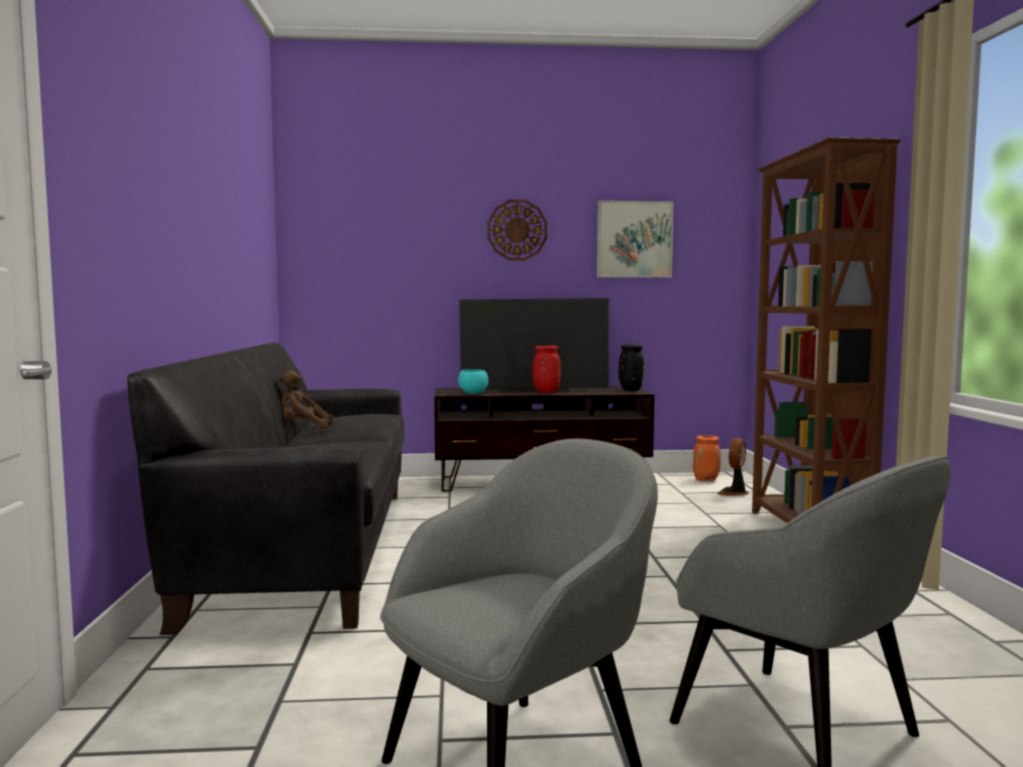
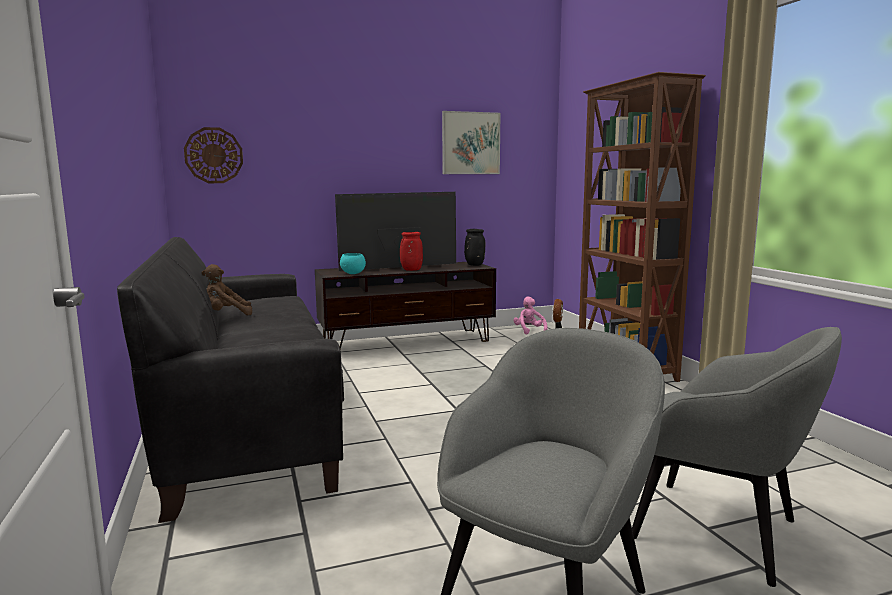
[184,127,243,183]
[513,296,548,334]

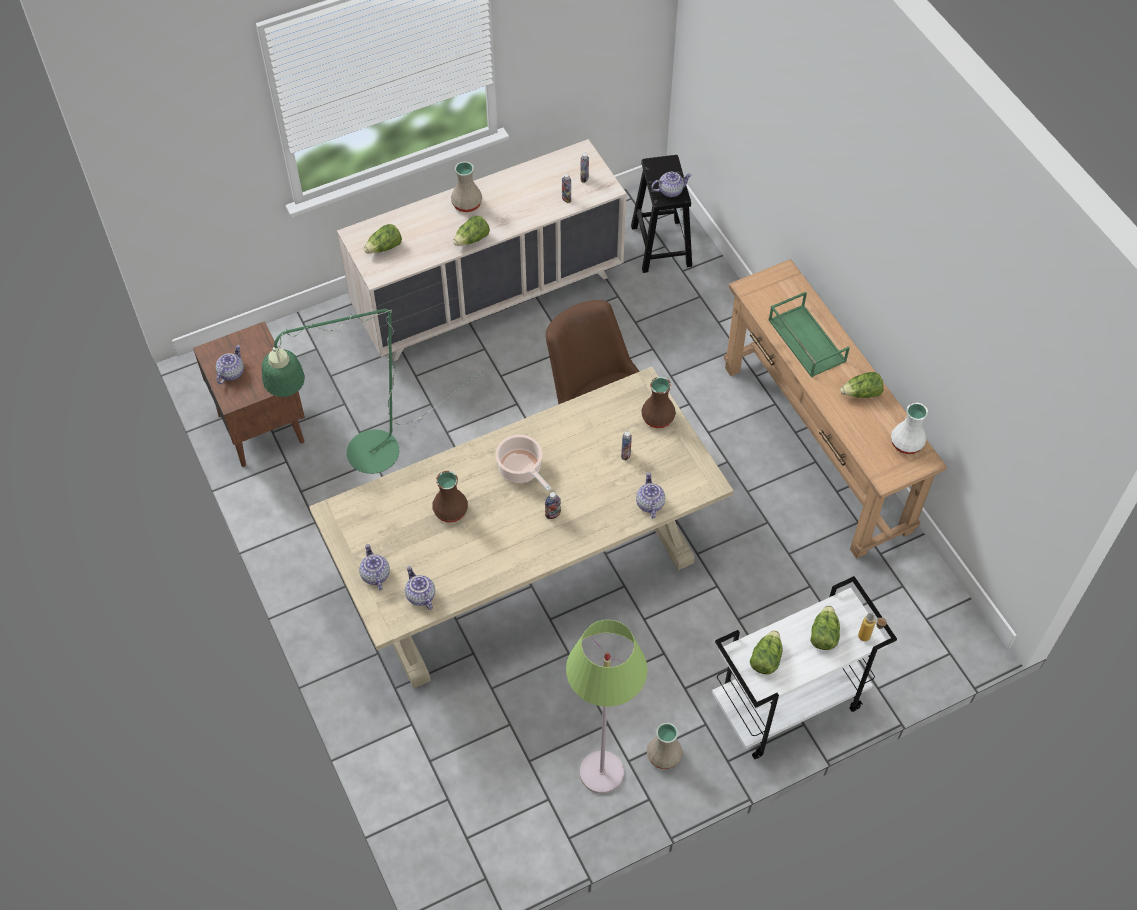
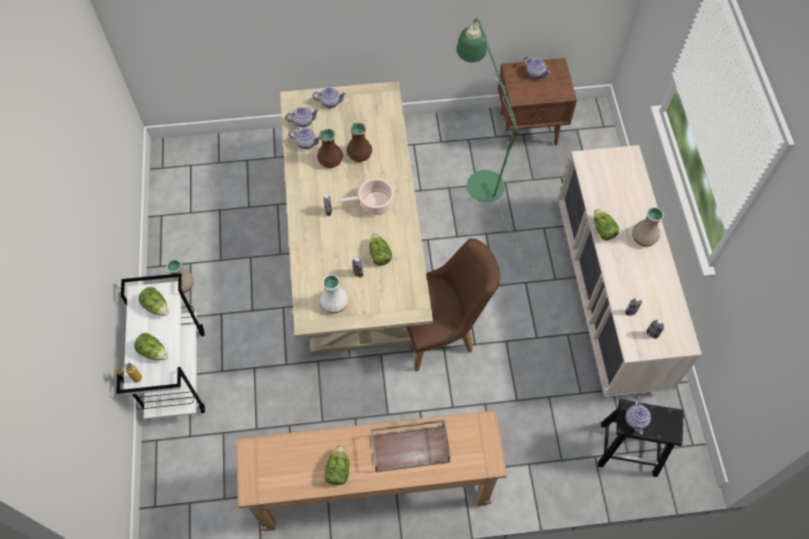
[369,234,392,266]
[566,620,648,794] (first image)
[289,128,320,149]
[317,129,343,168]
[370,420,451,472]
[320,274,348,313]

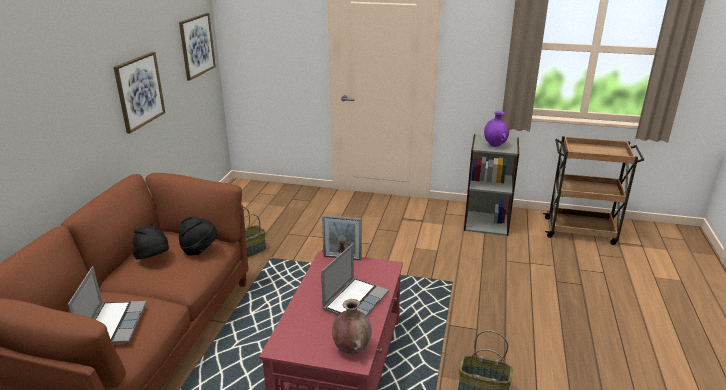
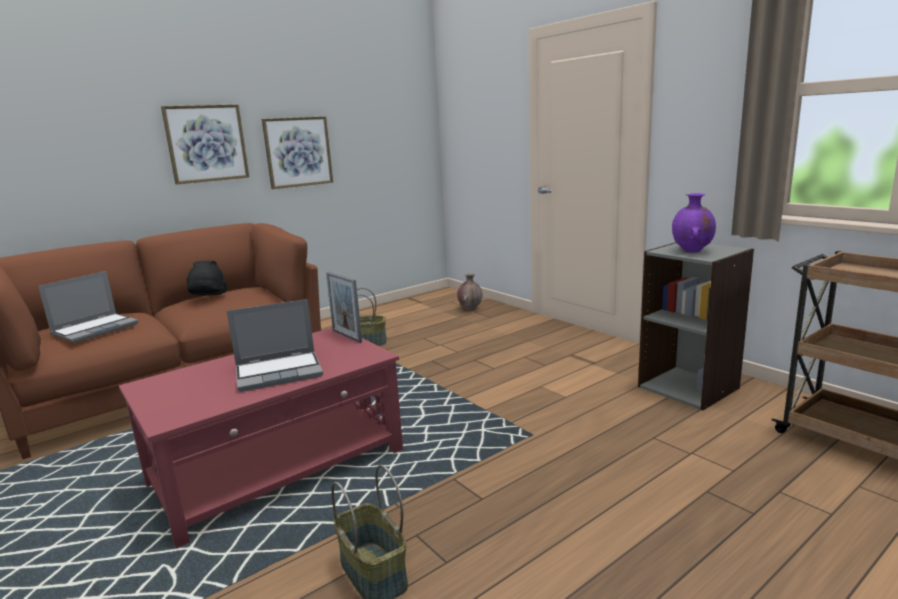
[161,104,249,184]
[179,217,217,256] (first image)
[457,273,482,310]

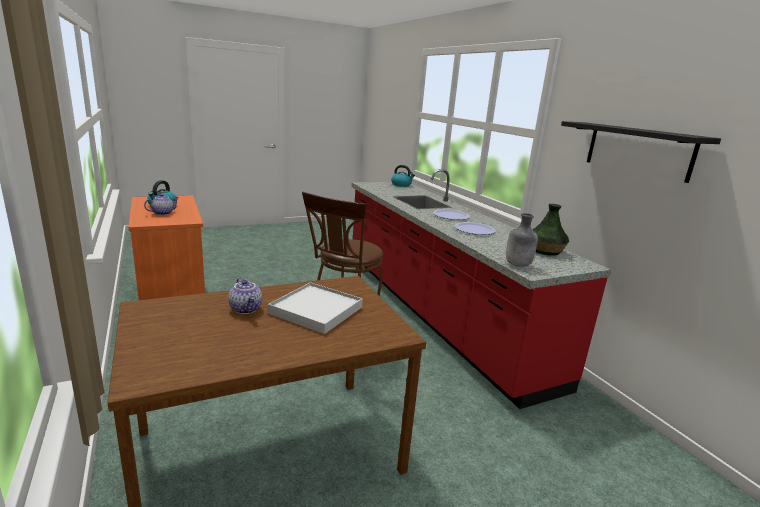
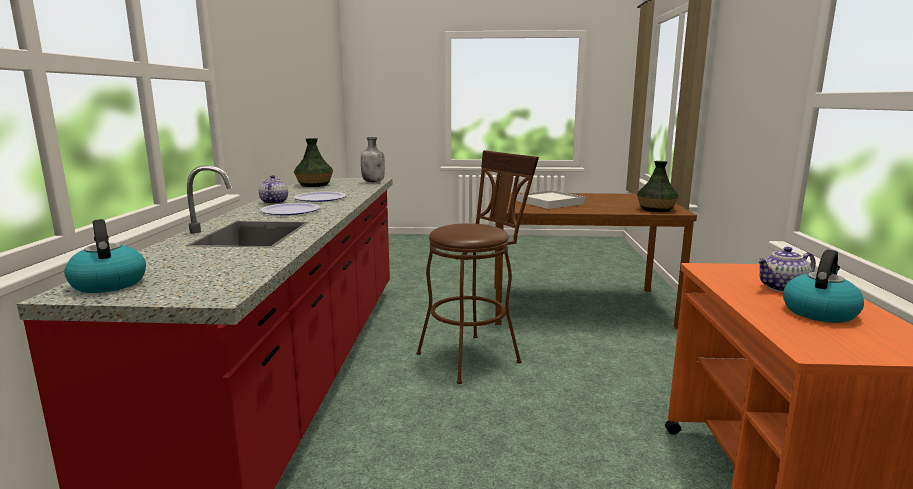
[259,175,288,204]
[561,121,721,183] (first image)
[637,161,679,212]

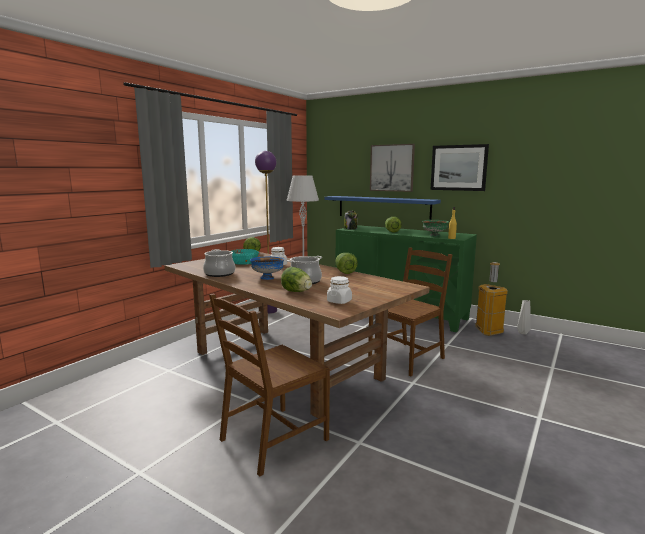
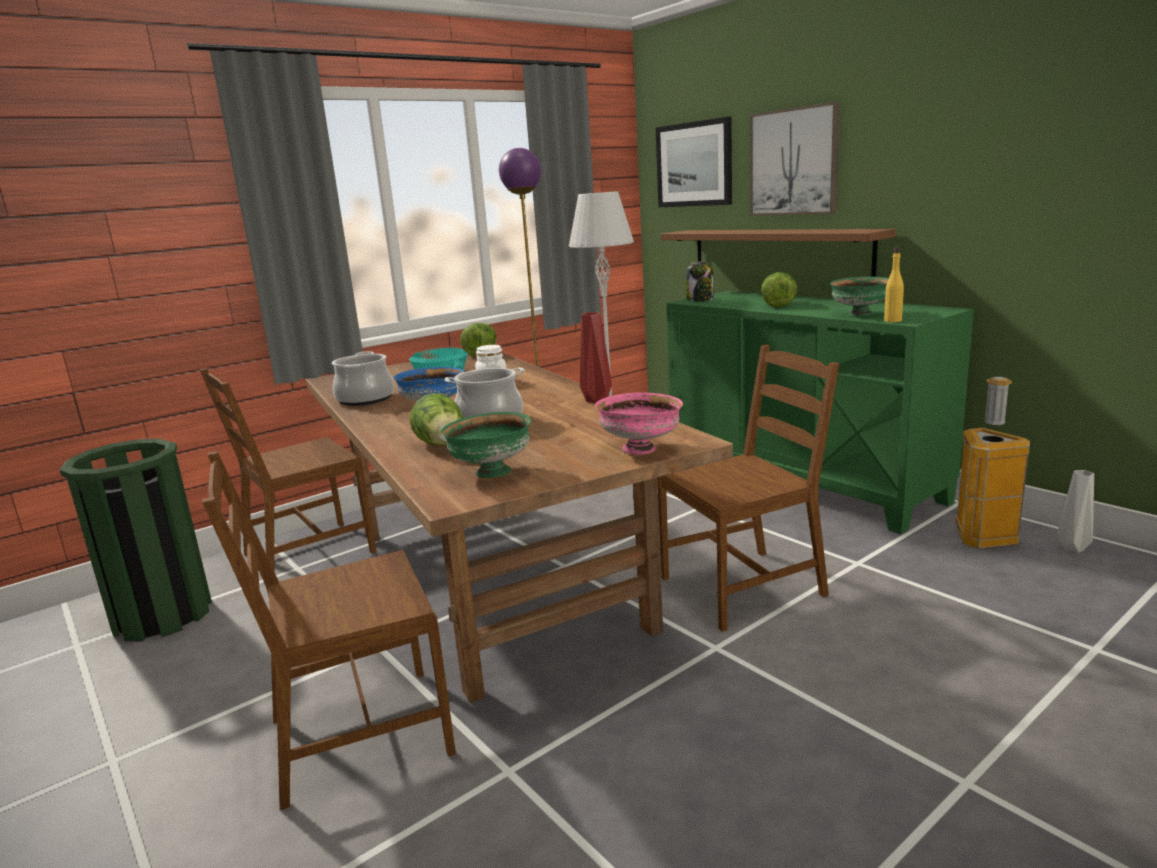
[661,229,896,277]
[441,412,531,478]
[580,312,612,403]
[656,117,732,207]
[60,439,212,641]
[200,368,376,572]
[595,393,683,455]

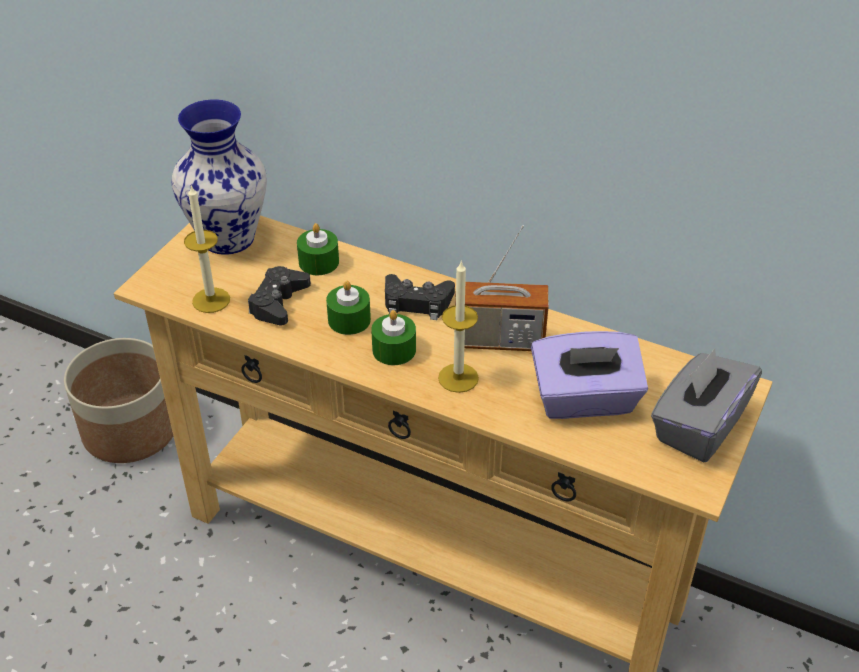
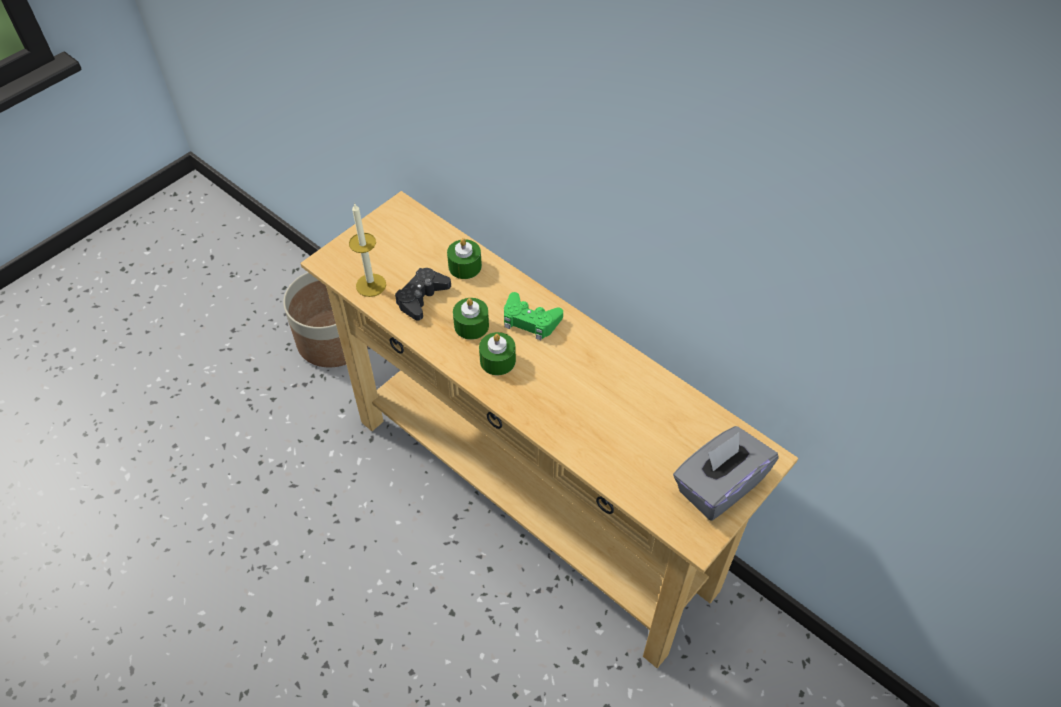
[172,99,267,255] (first image)
[504,292,563,340]
[438,260,479,393] (first image)
[455,225,548,351] (first image)
[531,331,648,419] (first image)

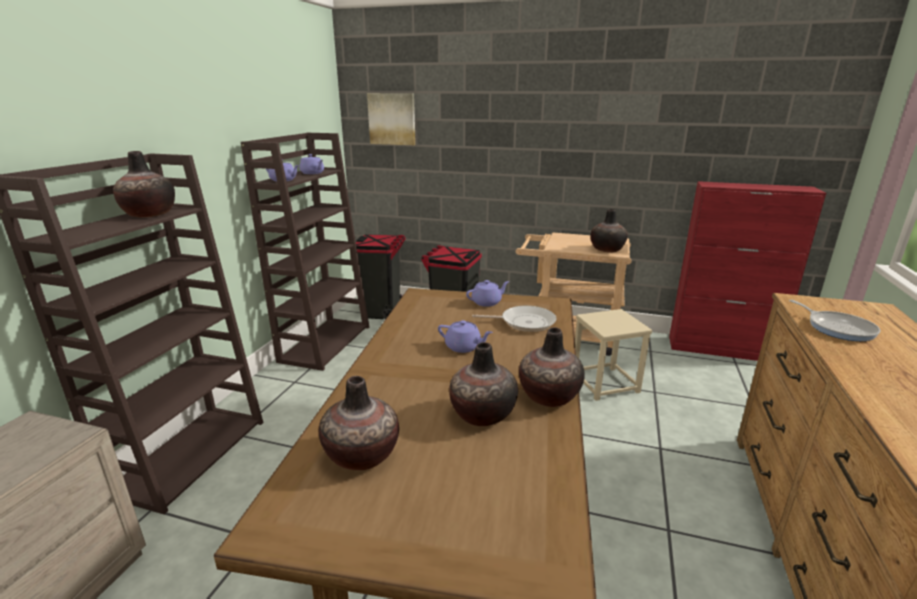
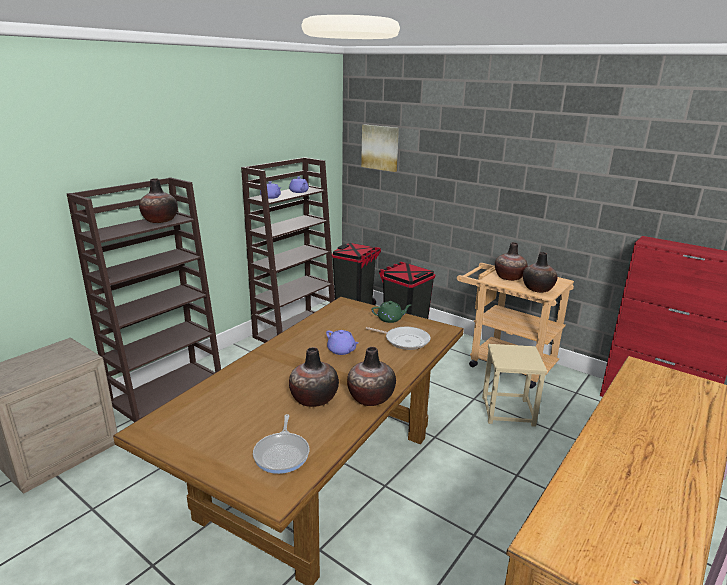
[495,242,528,281]
[372,301,411,323]
[253,414,309,474]

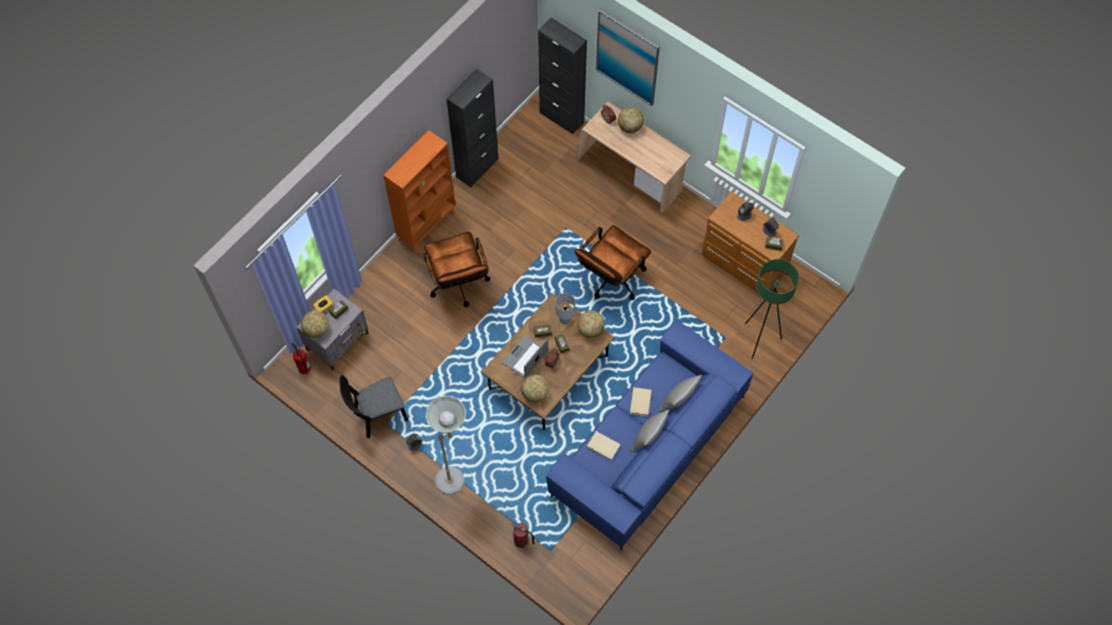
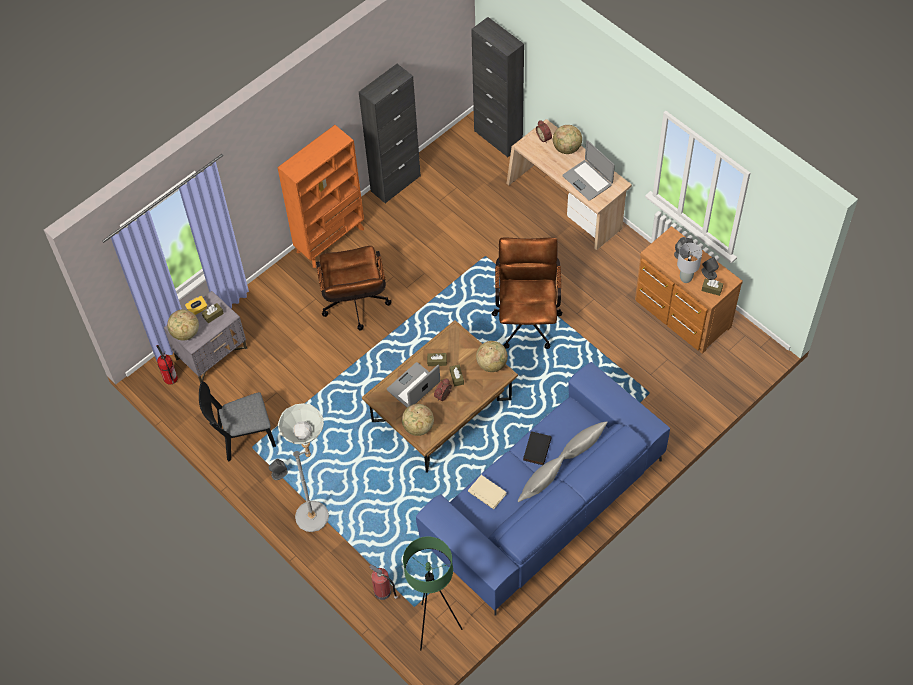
[677,243,702,283]
[491,238,562,349]
[596,9,660,106] (first image)
[523,431,552,465]
[403,536,463,651]
[562,140,615,201]

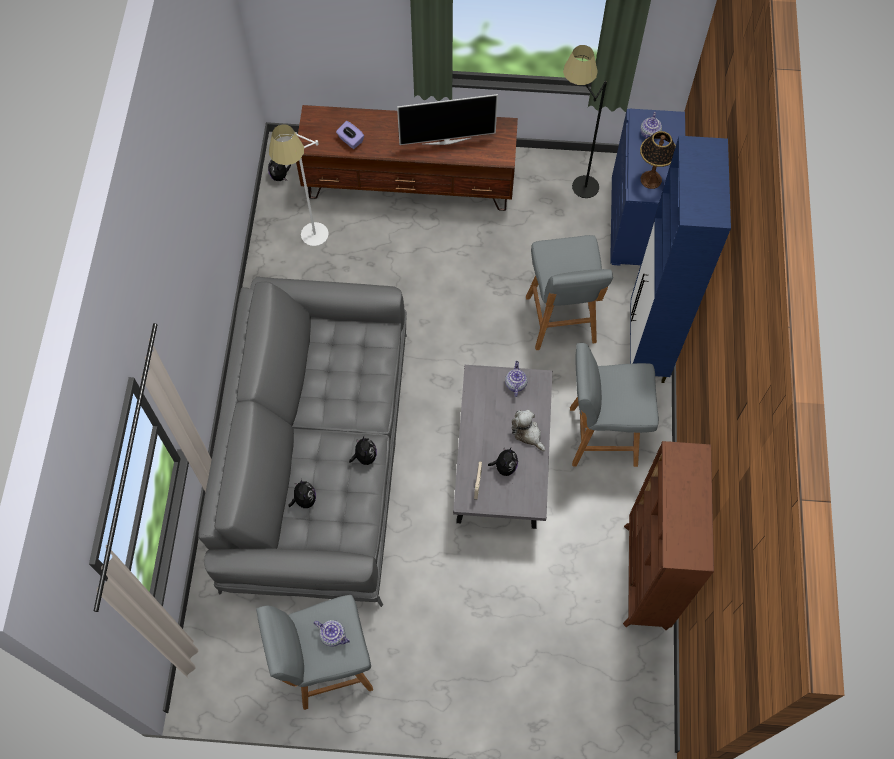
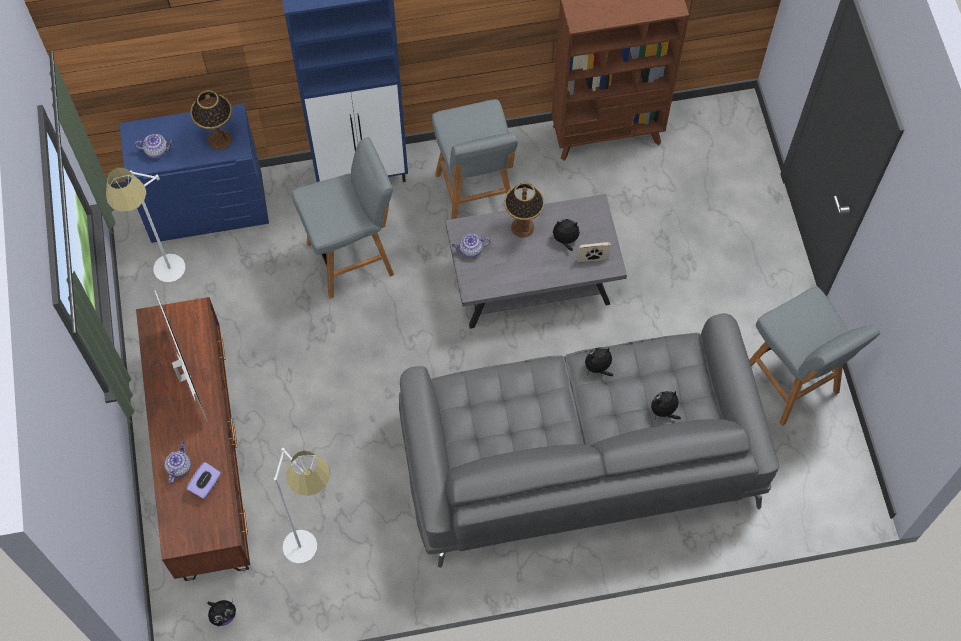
[164,442,191,484]
[504,183,544,238]
[106,168,185,282]

